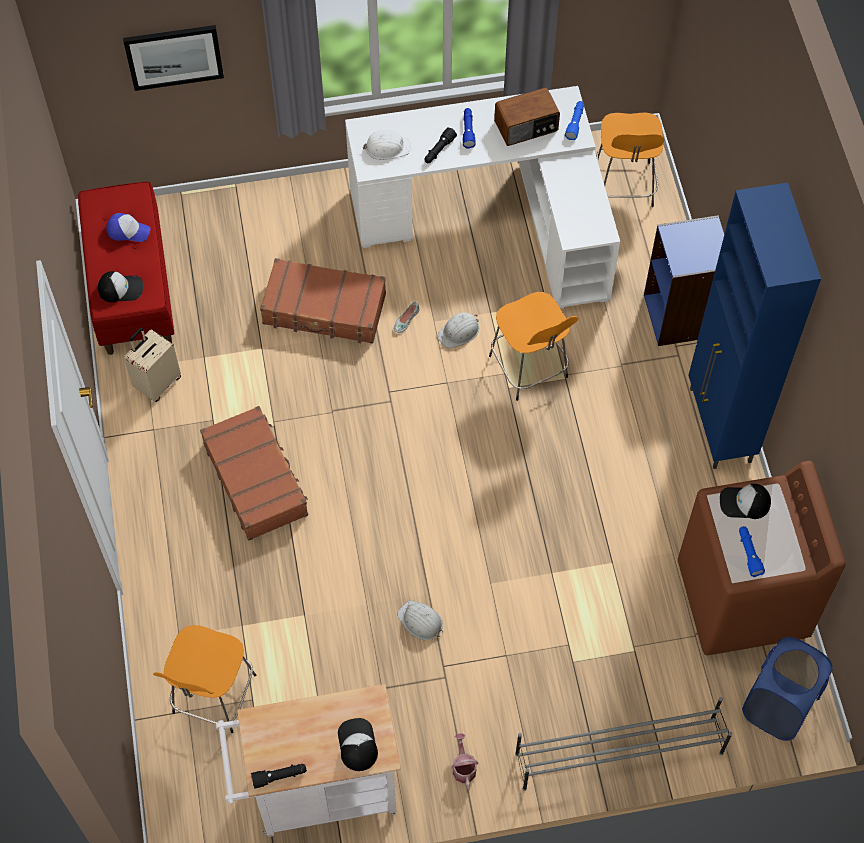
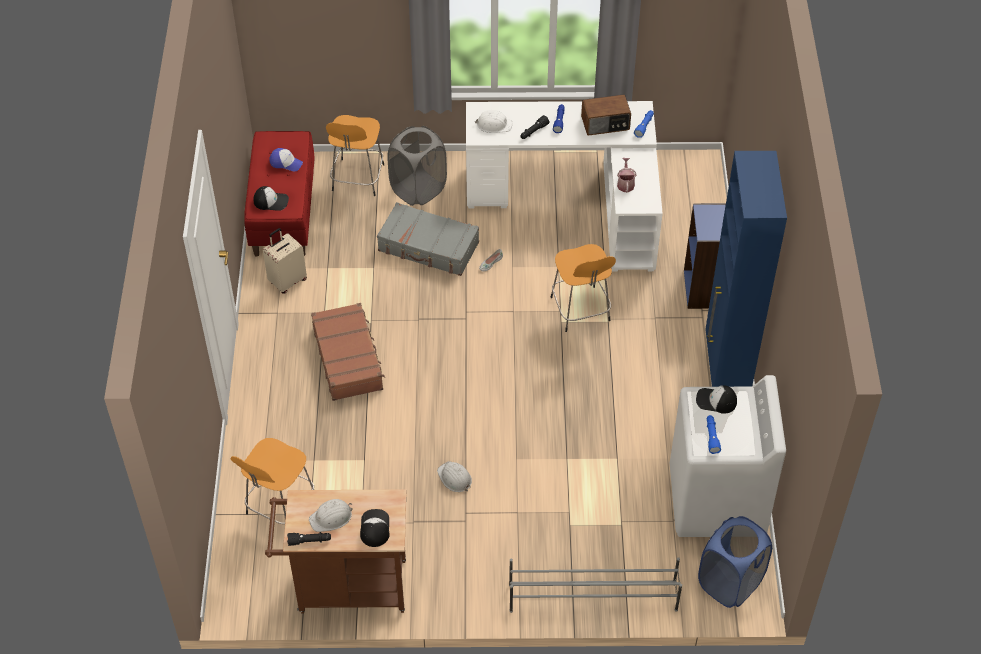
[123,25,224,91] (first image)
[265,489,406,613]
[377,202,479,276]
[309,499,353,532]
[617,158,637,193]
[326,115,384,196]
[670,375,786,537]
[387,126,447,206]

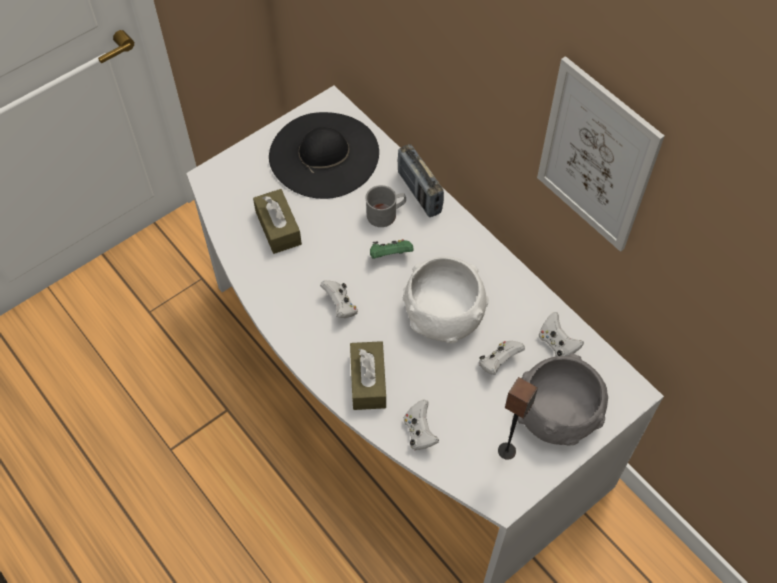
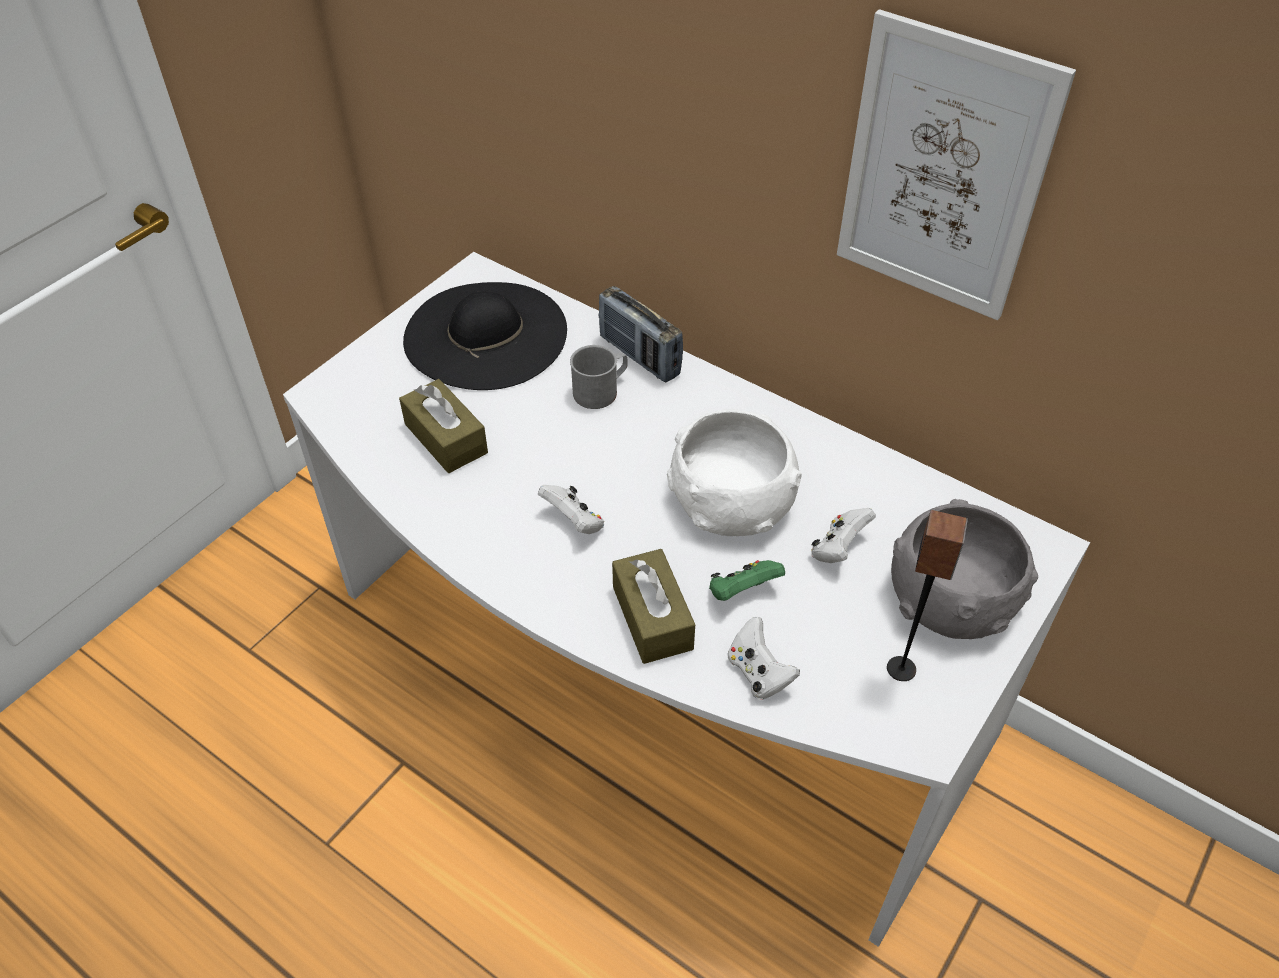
[709,560,785,601]
[539,312,584,357] (first image)

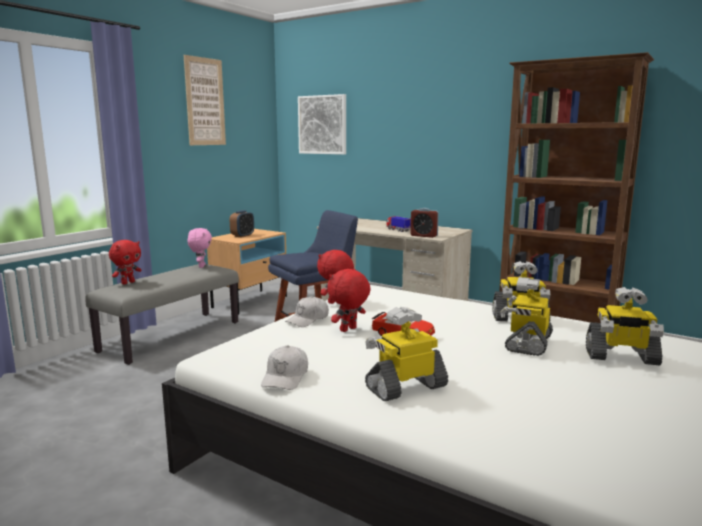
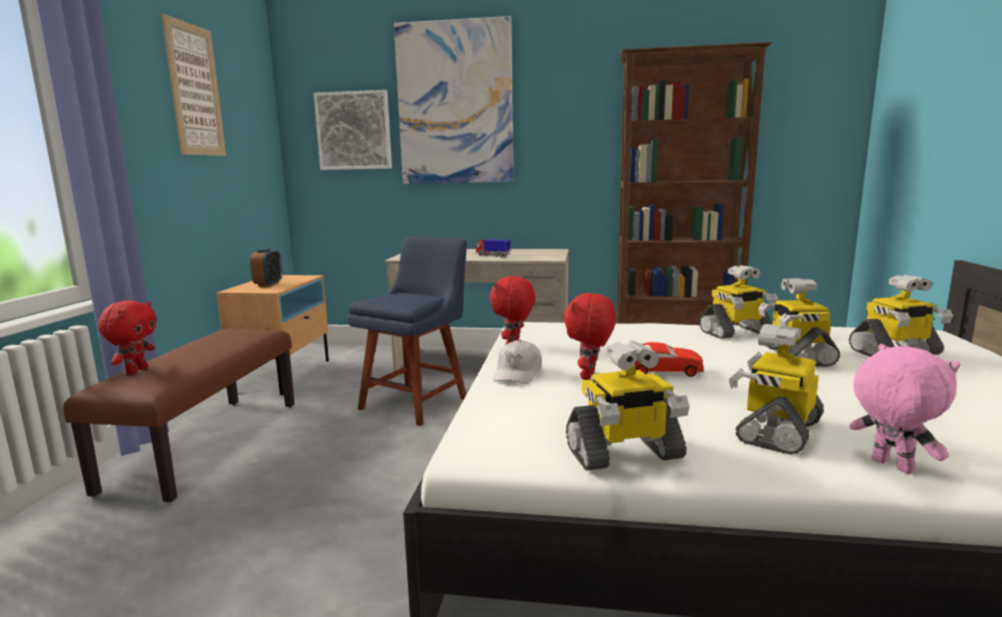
[63,329,295,502]
[849,344,961,474]
[566,341,690,471]
[410,208,439,238] (first image)
[394,16,514,184]

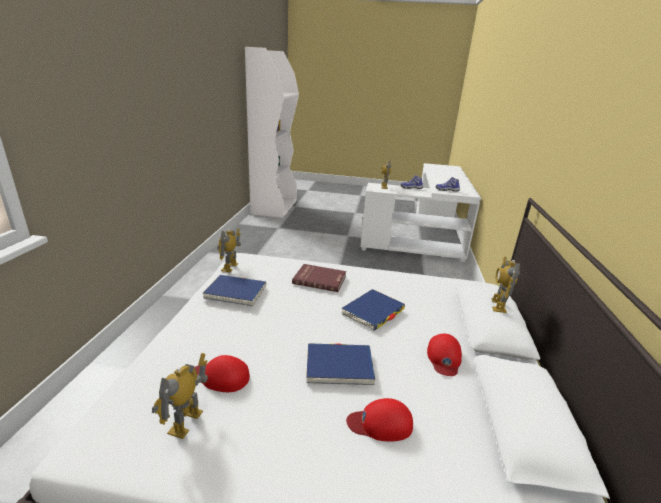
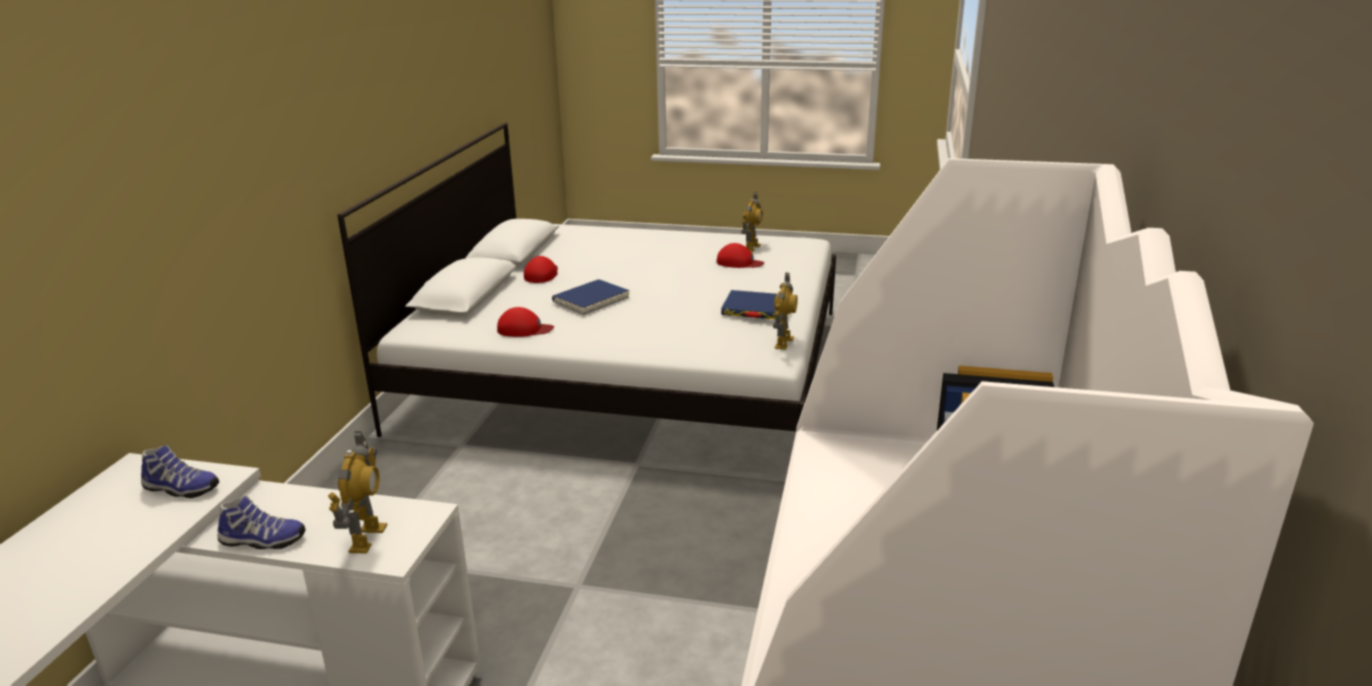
[292,264,347,292] (first image)
[306,343,375,385] (first image)
[497,307,554,337]
[491,257,520,313] (first image)

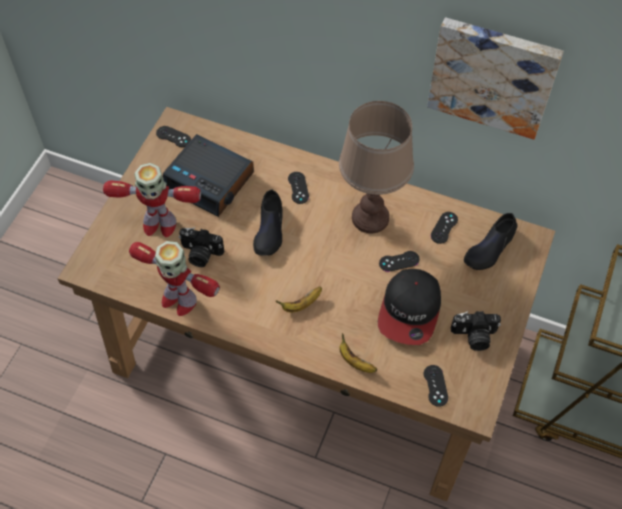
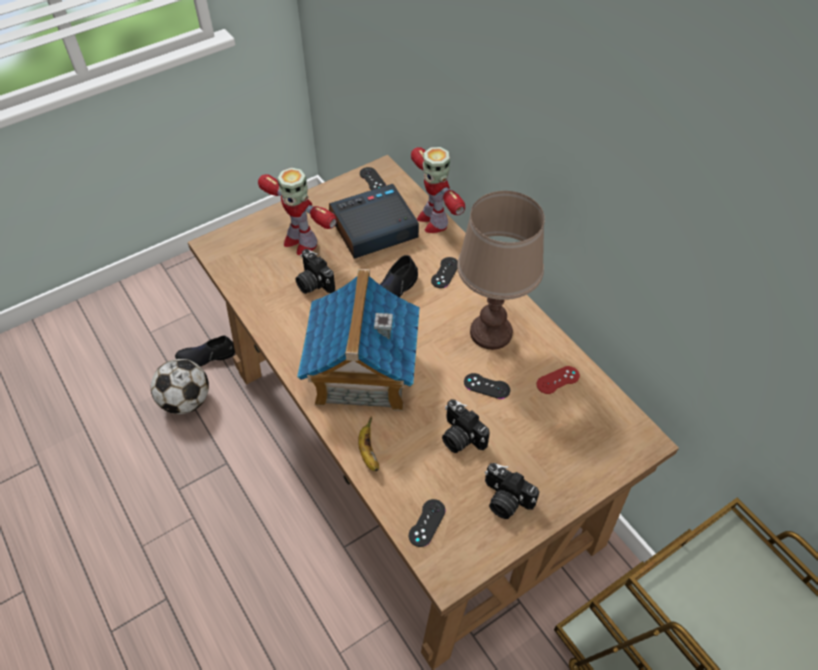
[411,147,466,233]
[329,184,419,259]
[297,269,420,411]
[442,399,490,453]
[427,17,564,139] (first image)
[536,366,580,394]
[175,336,235,366]
[151,359,209,414]

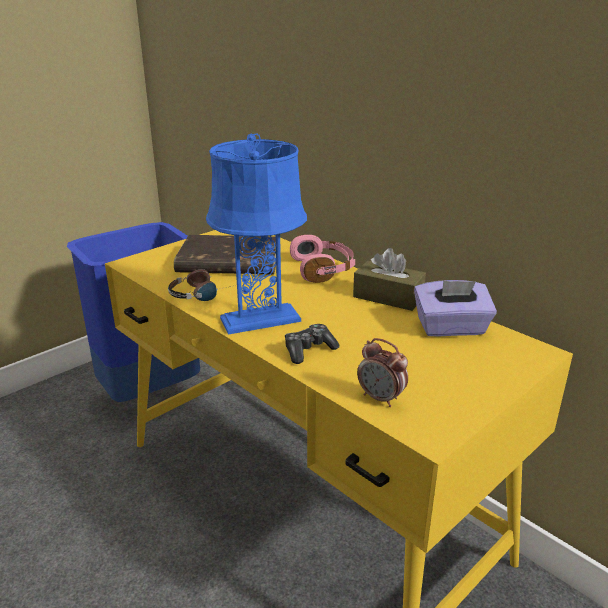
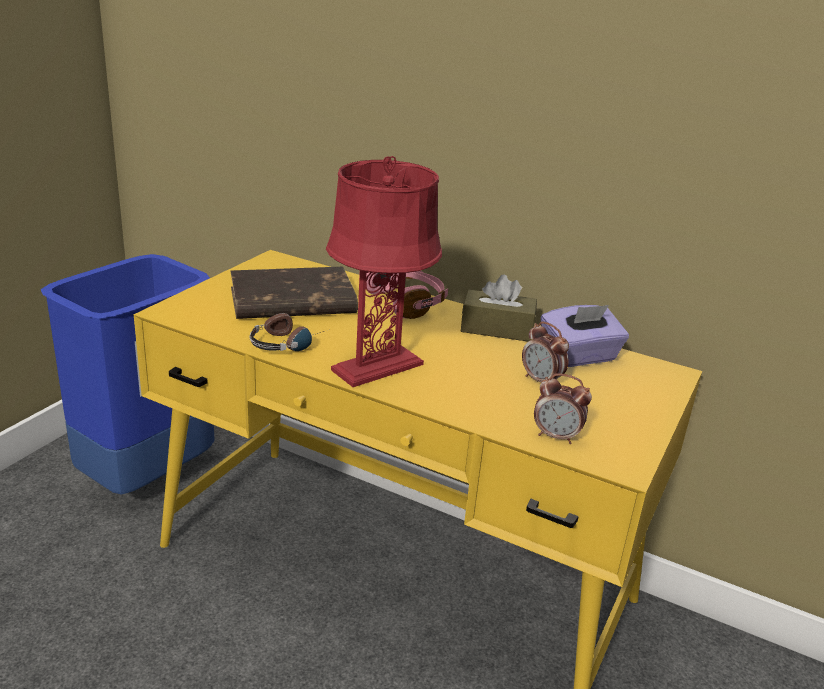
[326,156,442,387]
[285,324,340,364] (first image)
[522,322,569,382]

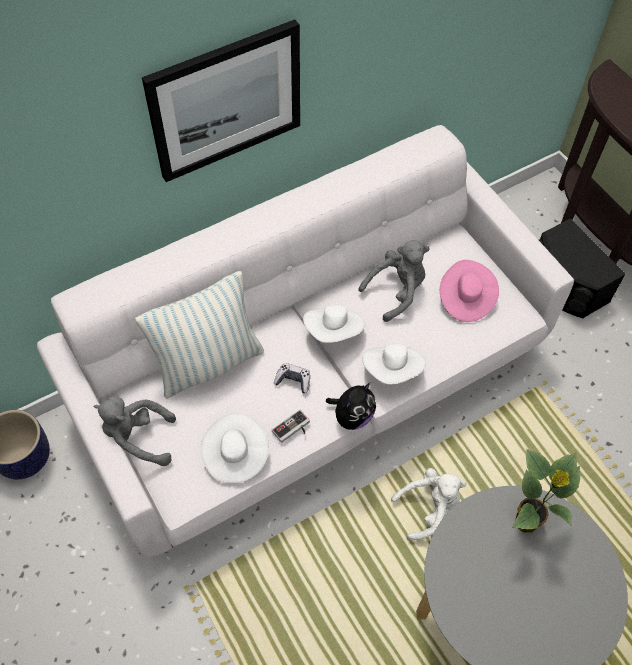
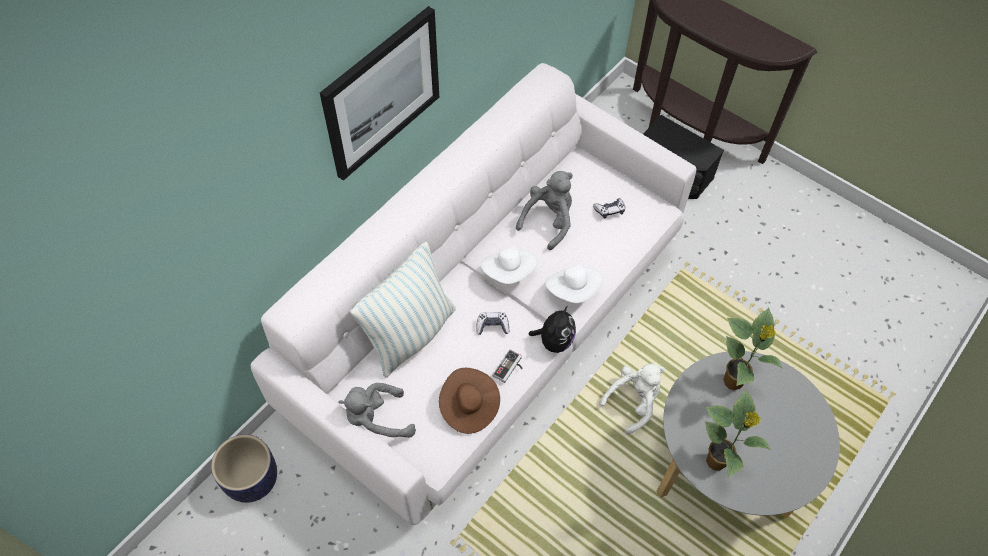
[439,368,500,434]
[593,198,625,218]
[705,390,771,477]

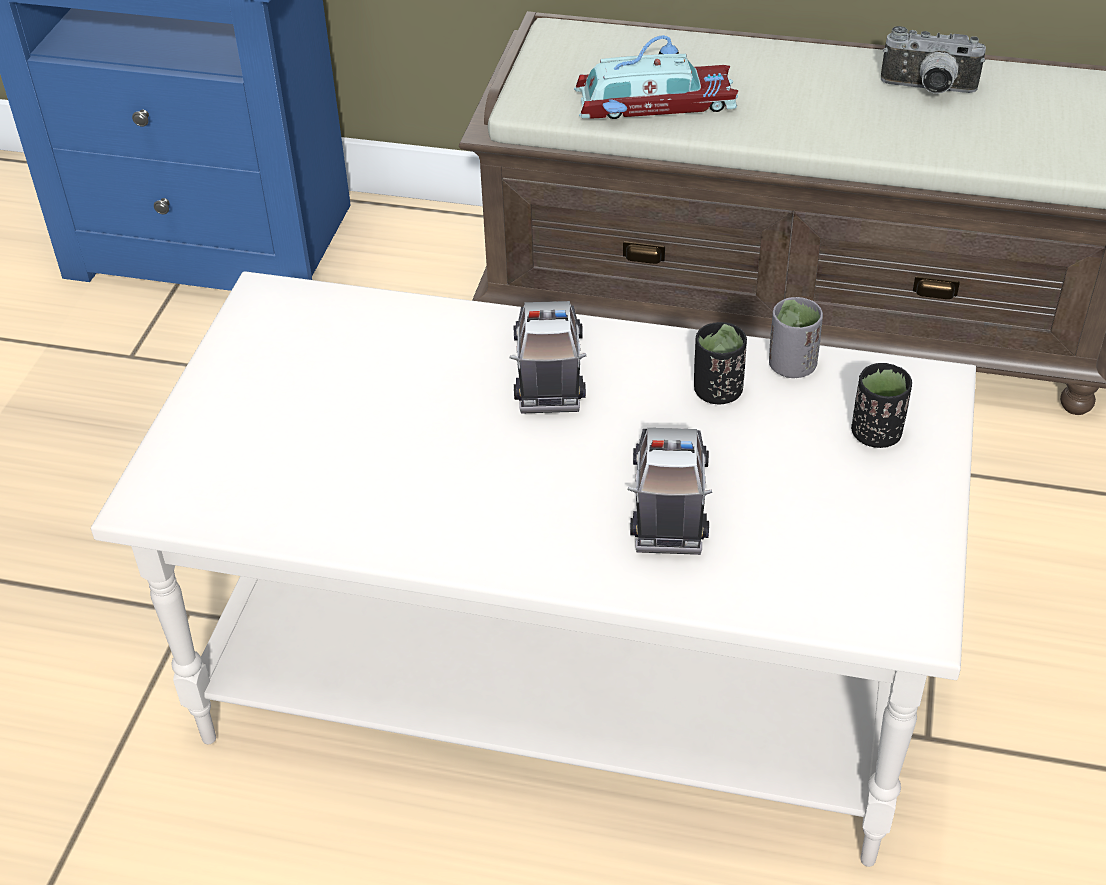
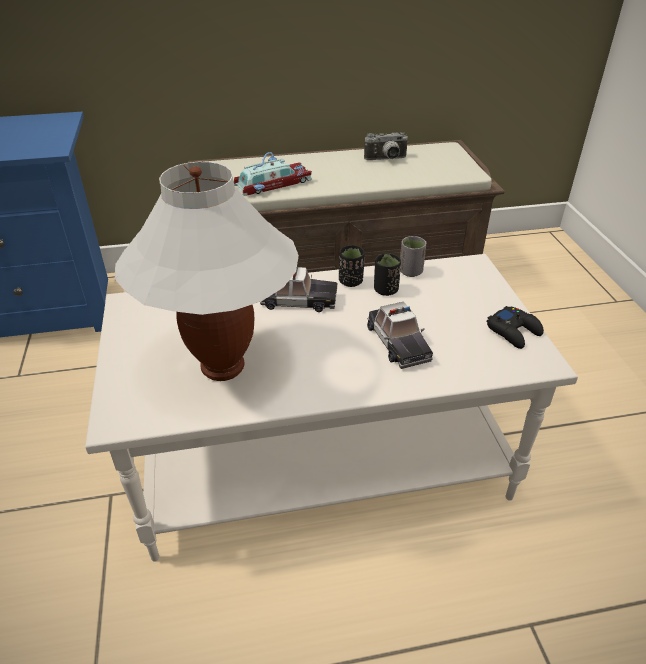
[260,266,337,312]
[339,245,365,287]
[115,162,299,381]
[487,306,544,349]

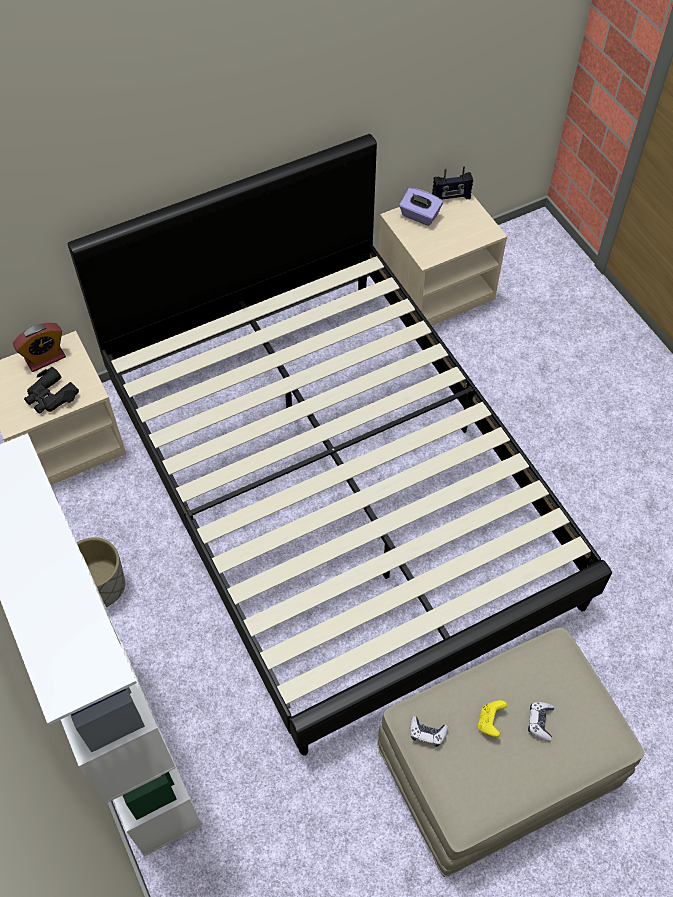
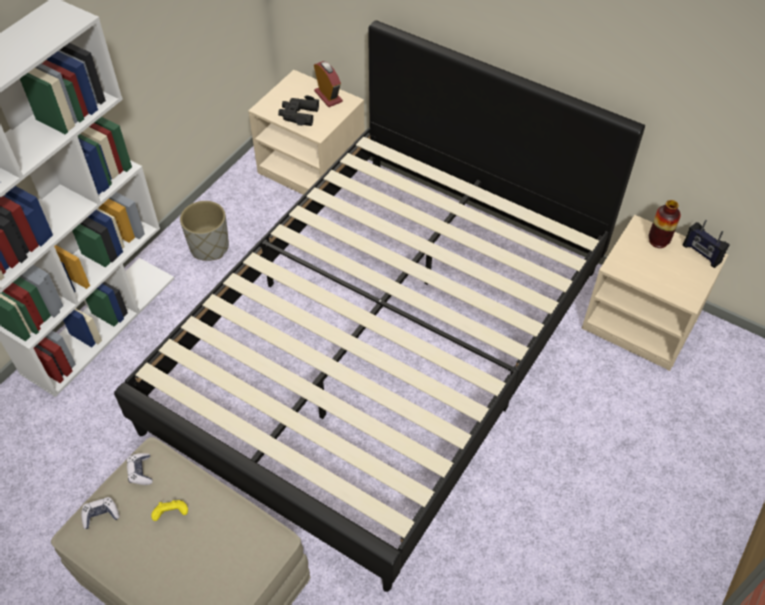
[314,61,343,107]
[649,200,681,248]
[81,497,120,529]

